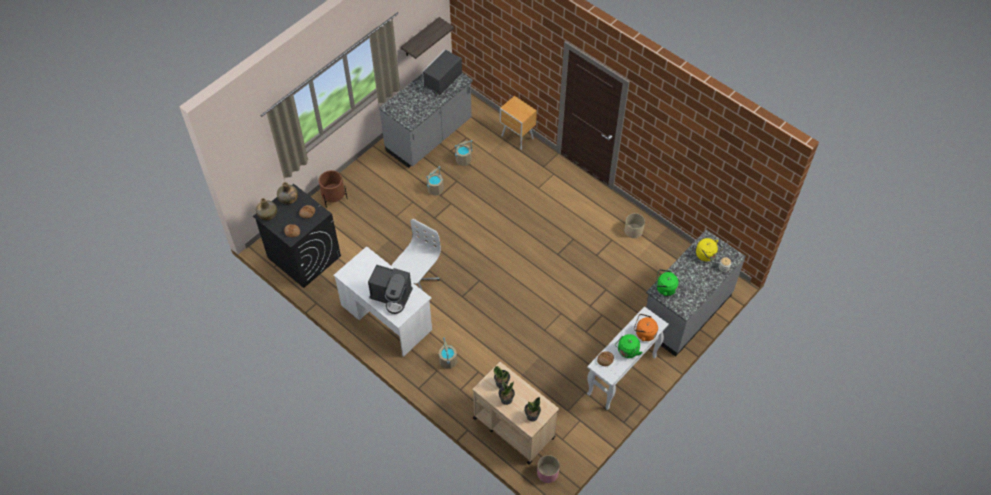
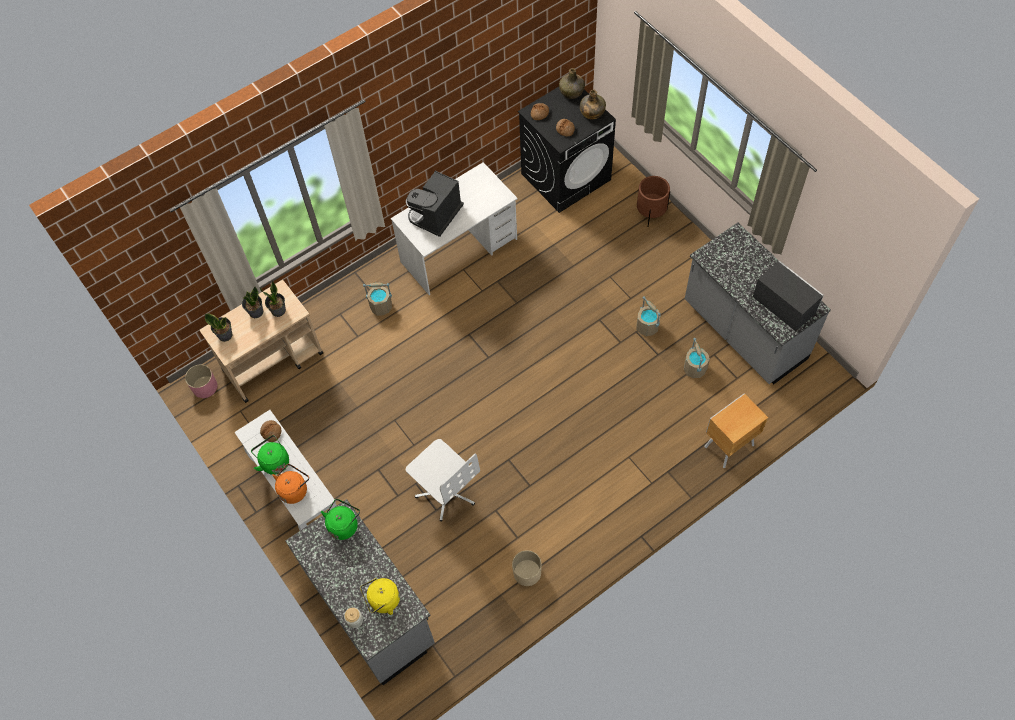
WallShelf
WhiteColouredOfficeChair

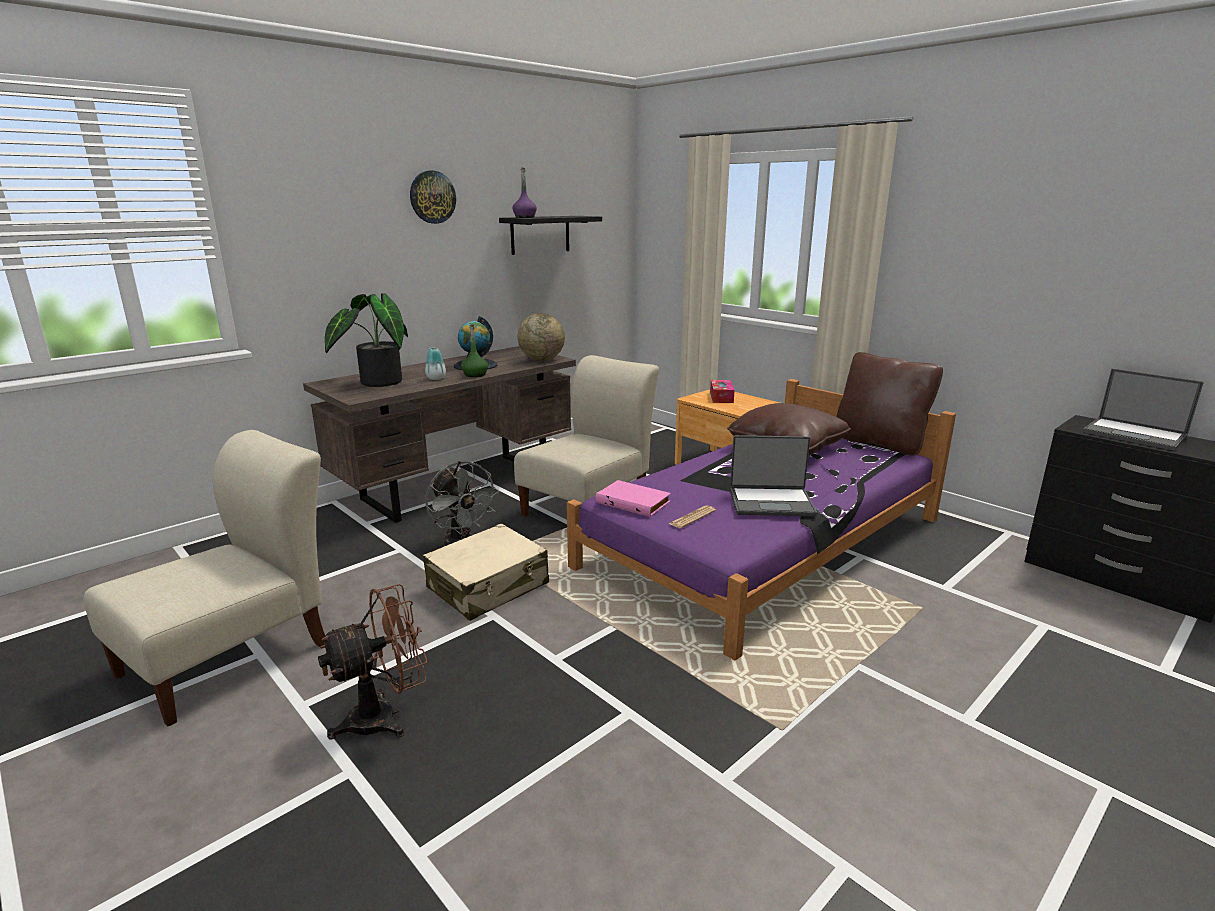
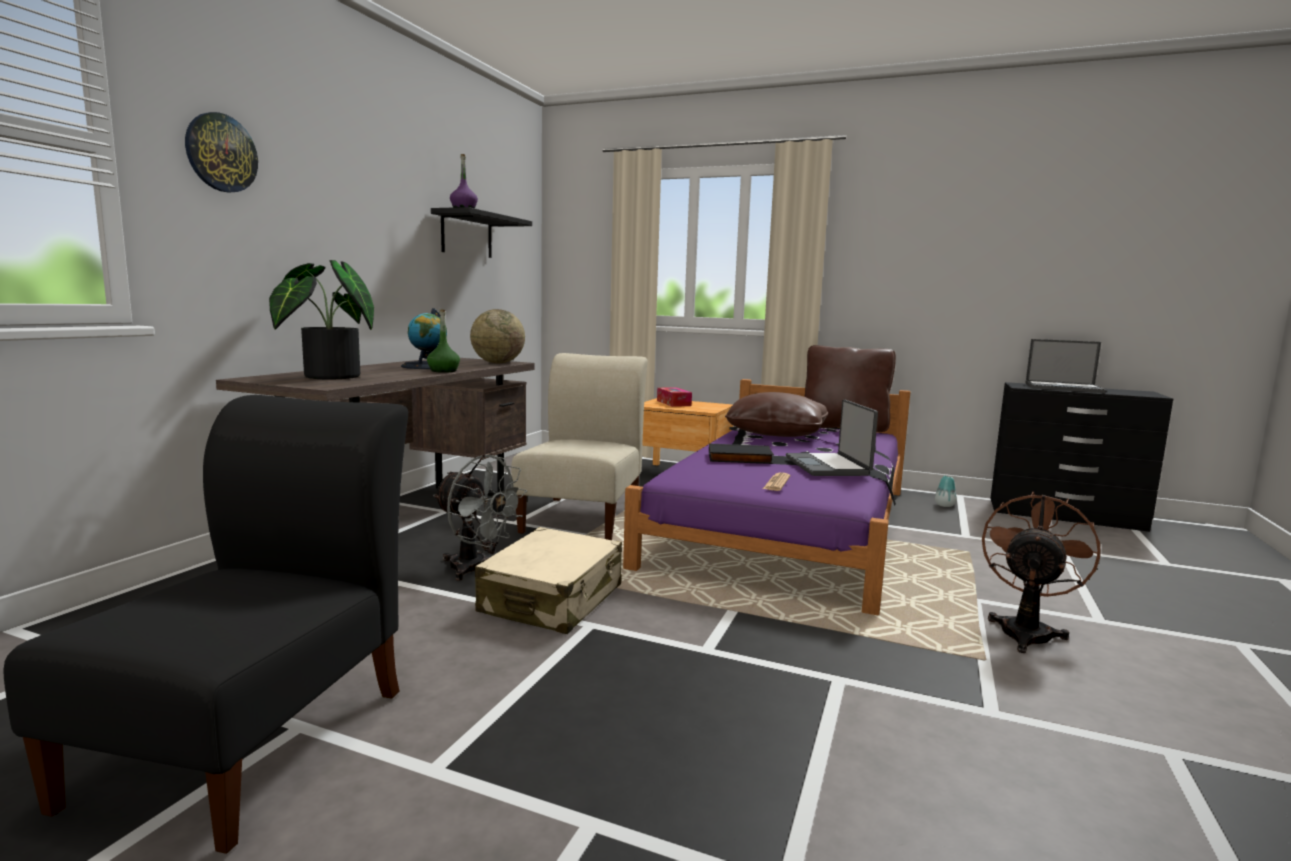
PinkBoundBook
BlackColouredBoundBook
BrownishCoolingFan
HangingClock
FlowerVase
BlackColouredPlainChair
NotebookComputer (no. 1 from left)

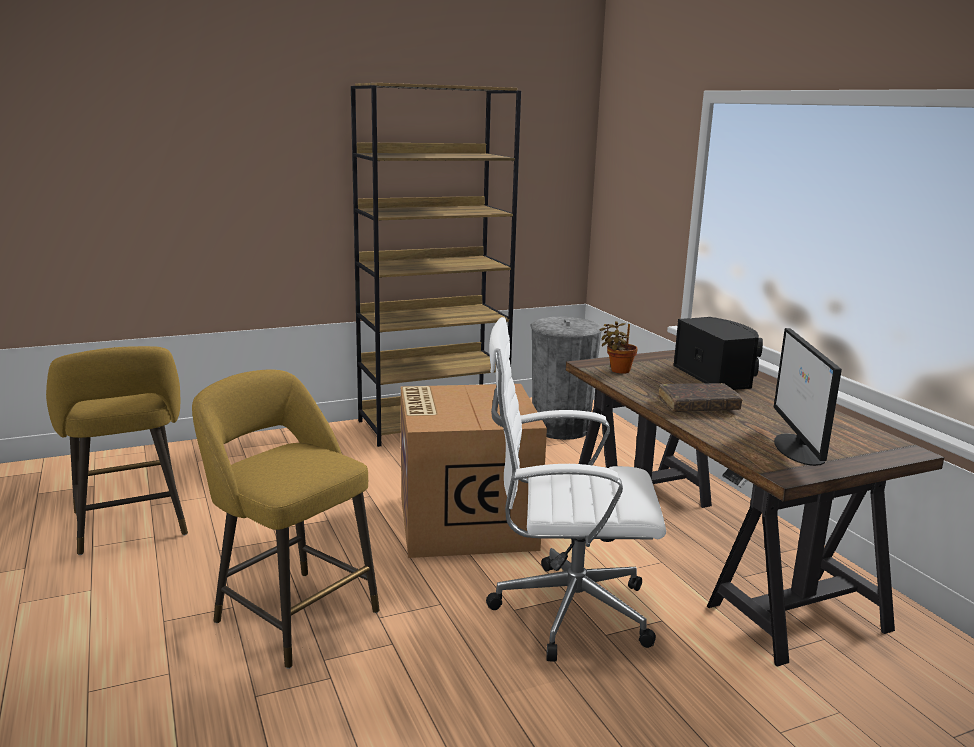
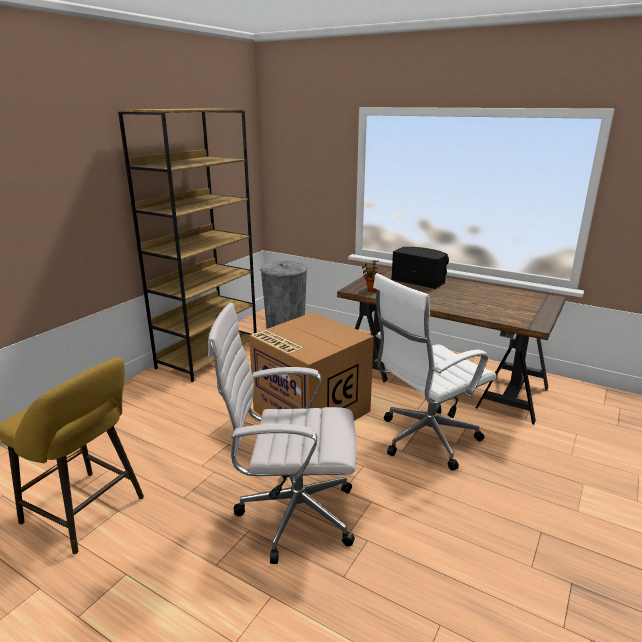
BrownishBoundBook
Monitor
WhiteColouredOfficeChair (no. 1 from left)

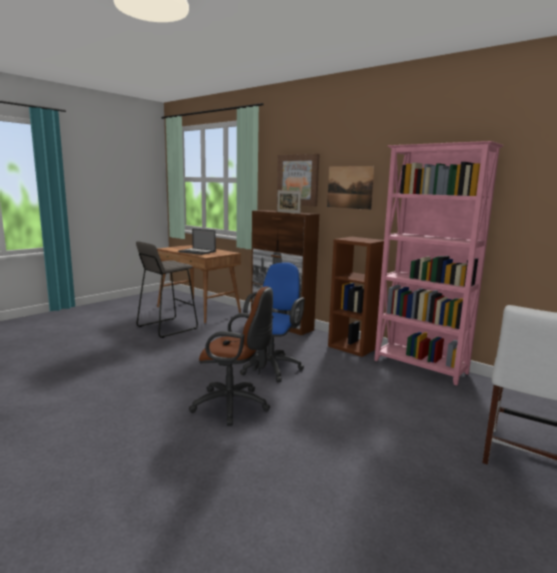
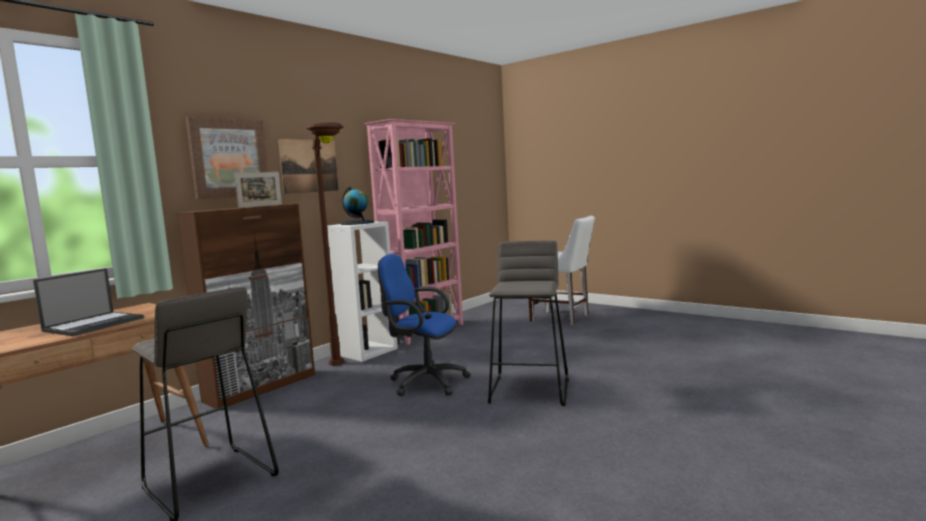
BrownishStandardLamp
WorldGlobe
GrayStool (no. 2 from left)
WhiteColouredBookshelf

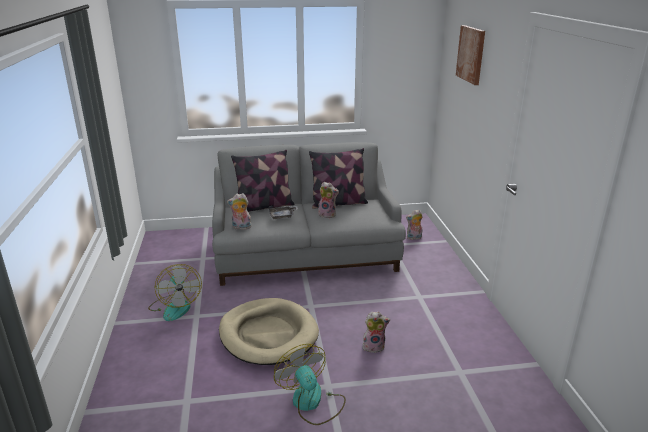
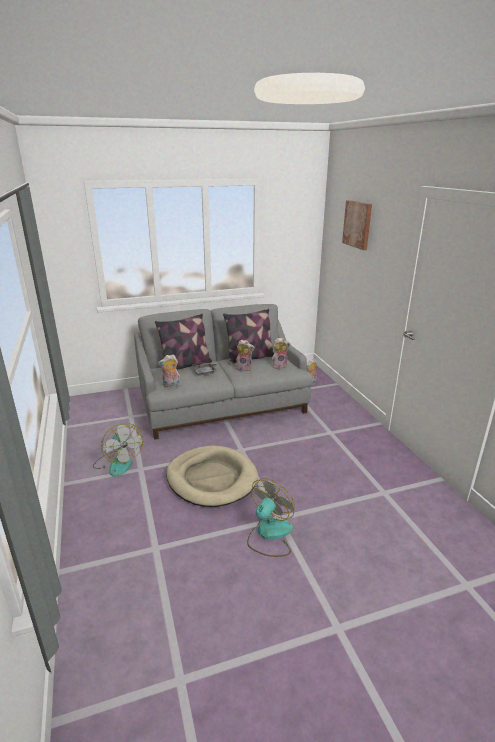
CuddlyToy (no. 3 from left)
CoolingFan (no. 2 from left)

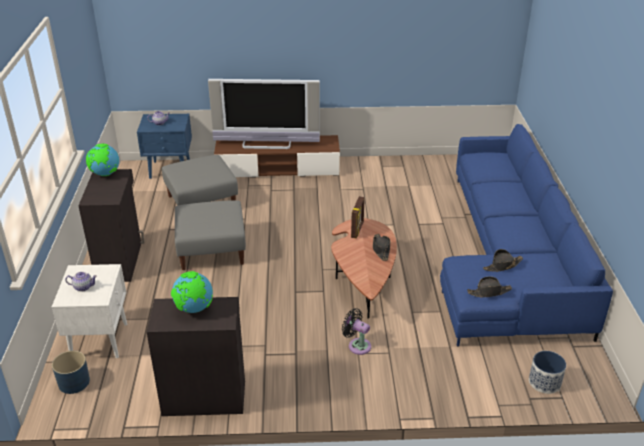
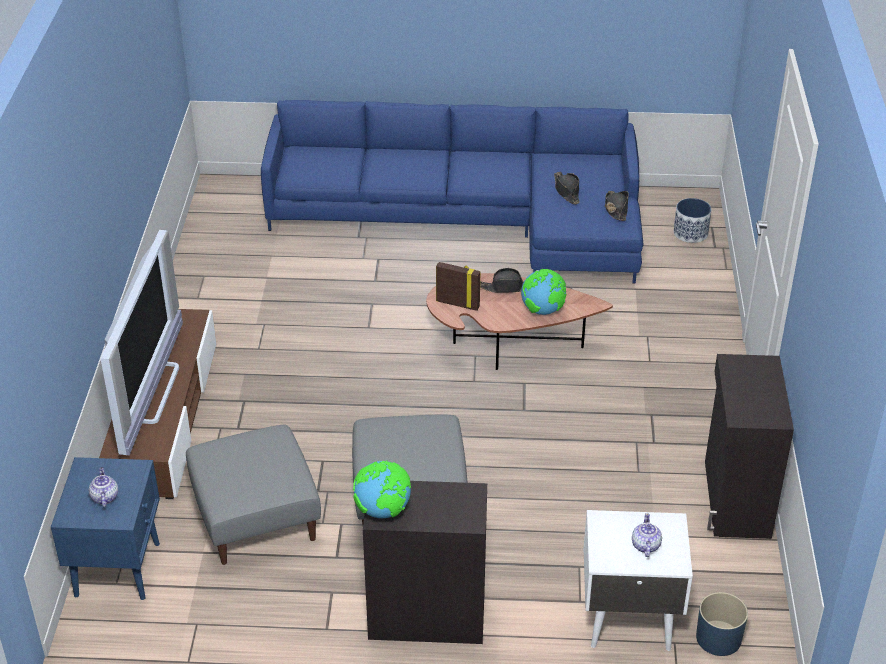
BlackColouredCoolingFan
WorldGlobe (no. 2 from left)

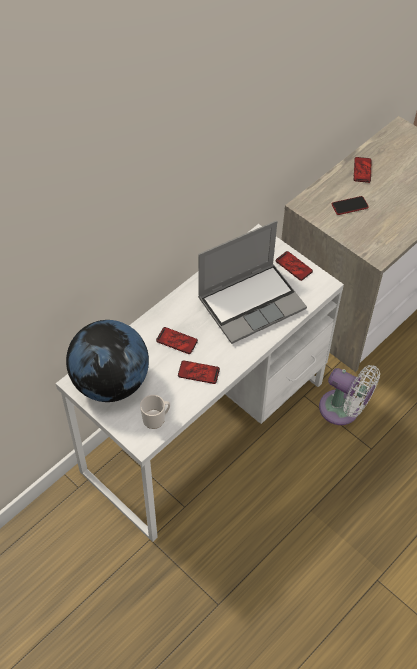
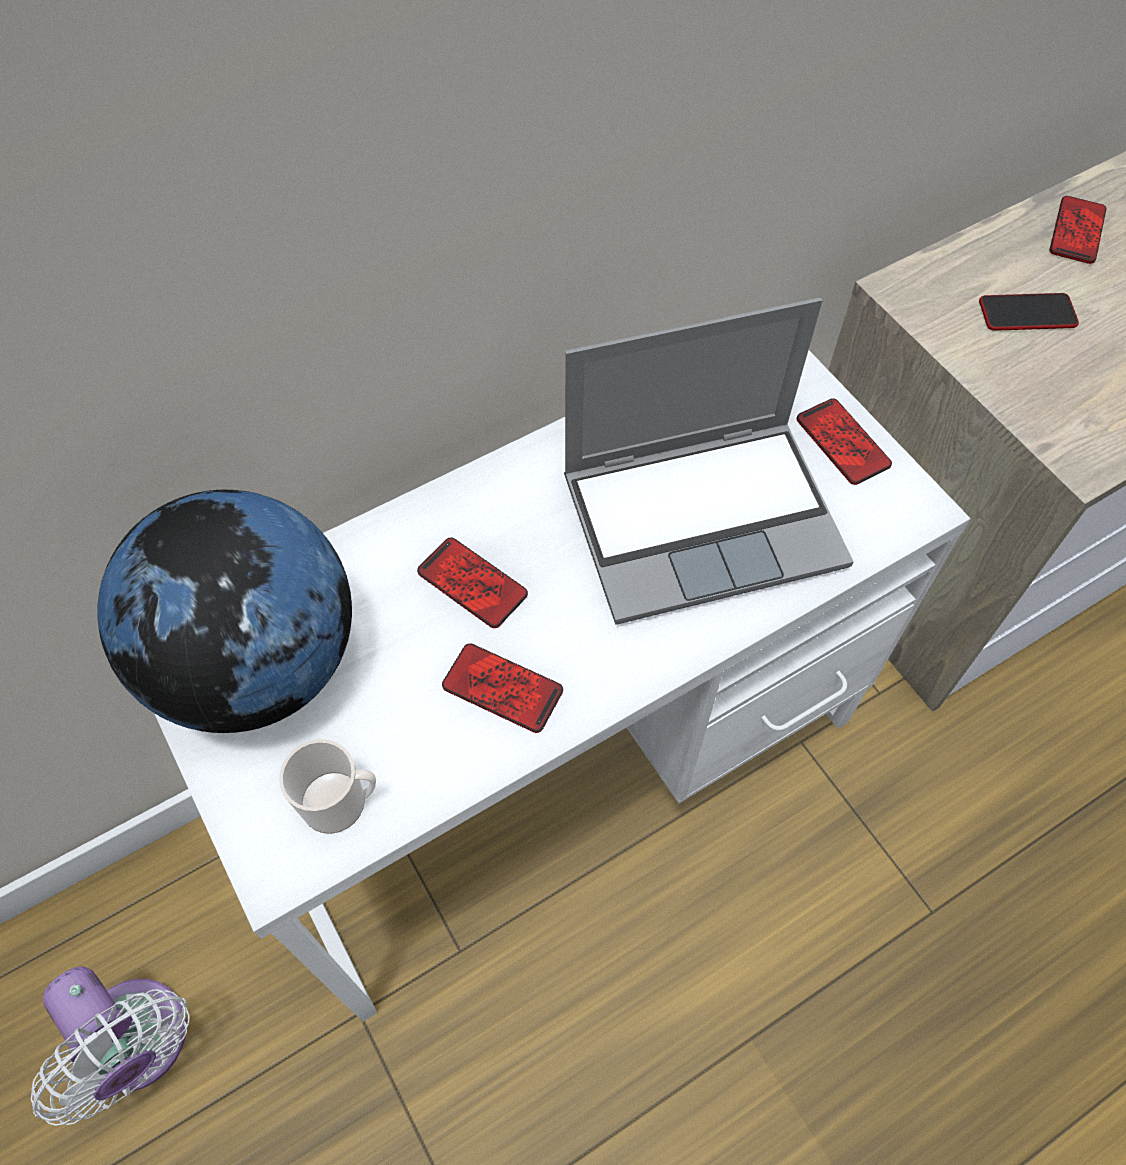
WhiteColouredCoolingFan

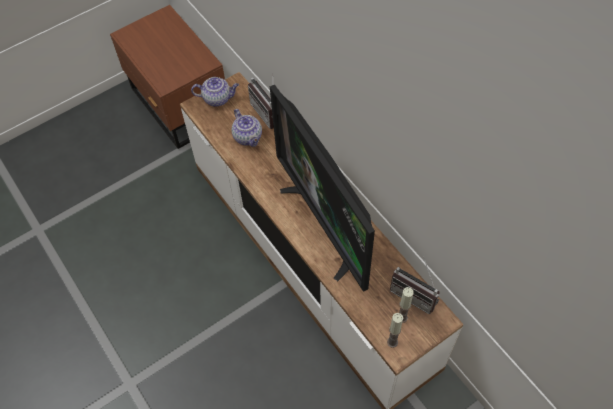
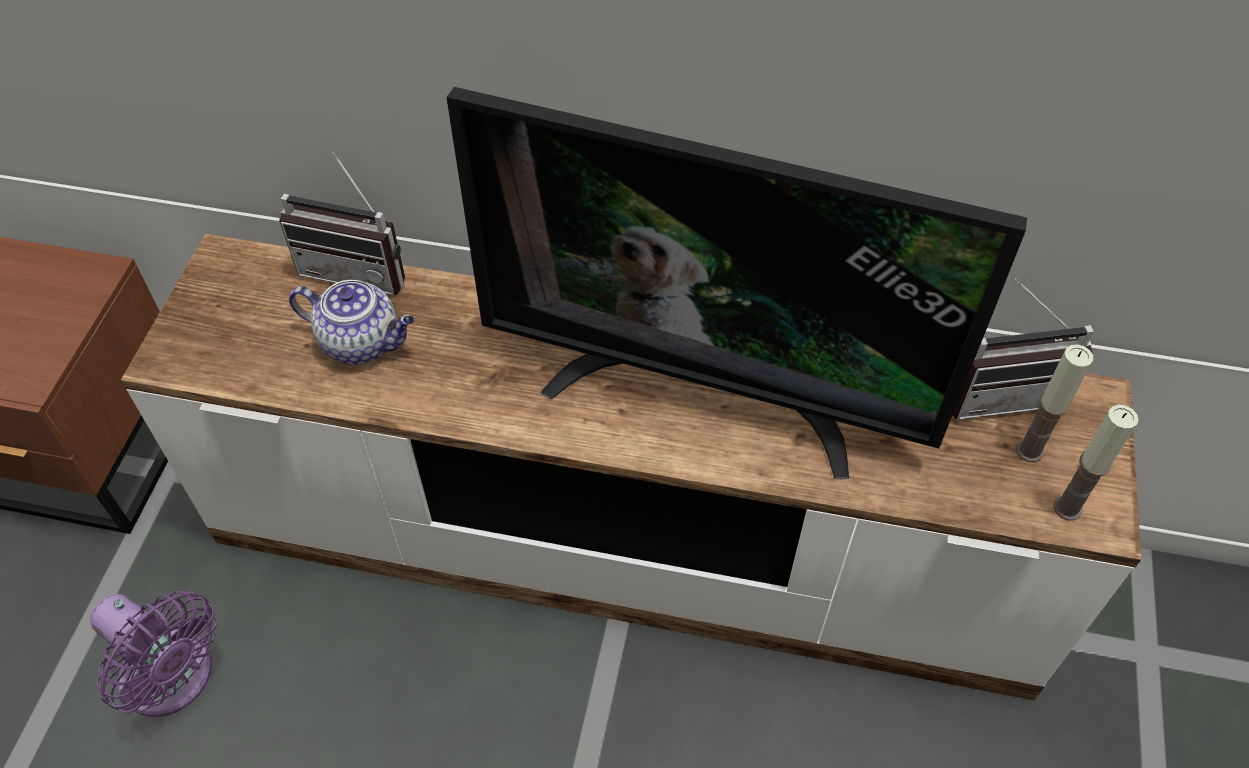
Teapot (no. 1 from left in the first image)
PurpleColouredCoolingFan

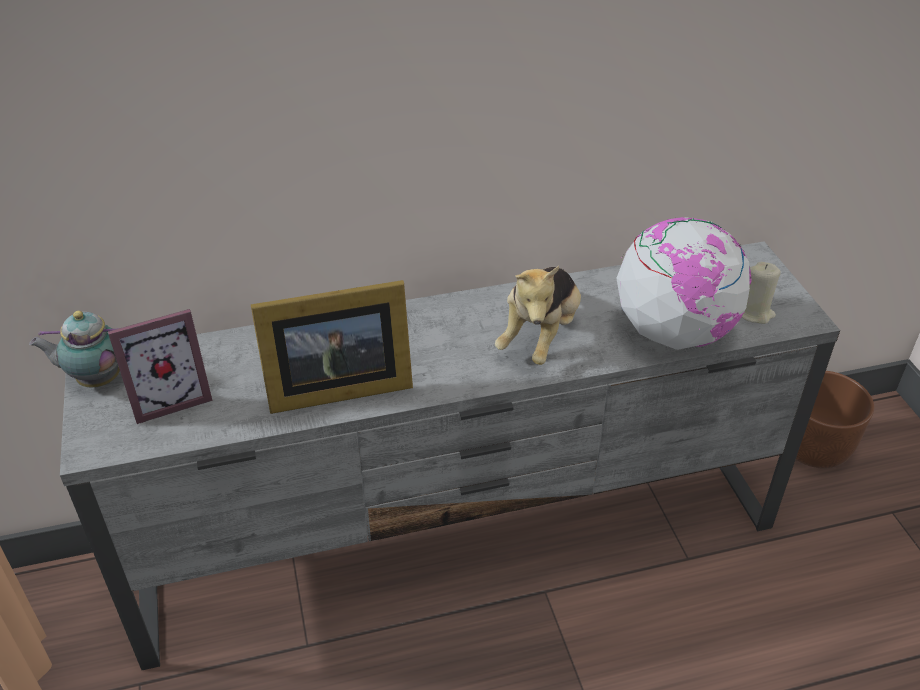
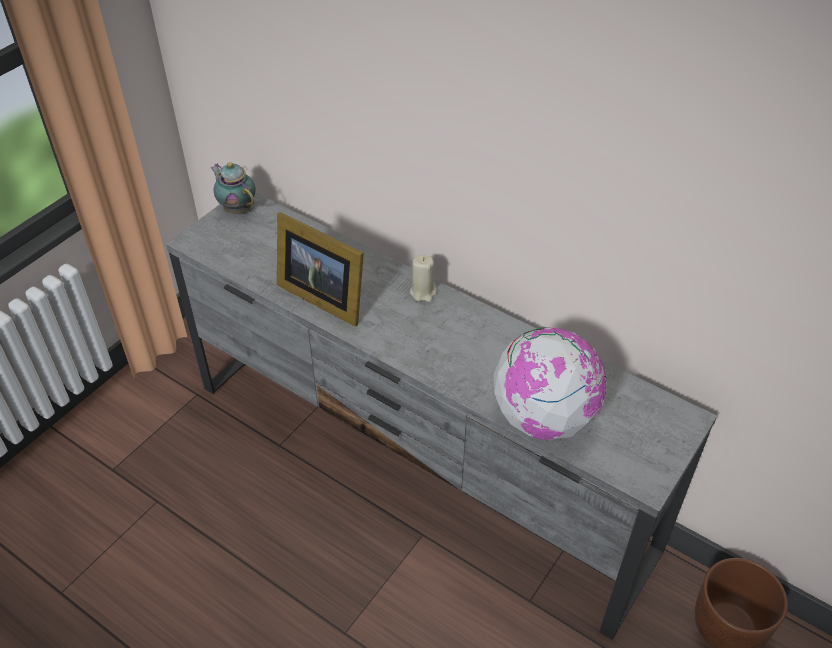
PhotoFrame (no. 1 from left in the first image)
CuddlyToy
BeigeColouredCandle

